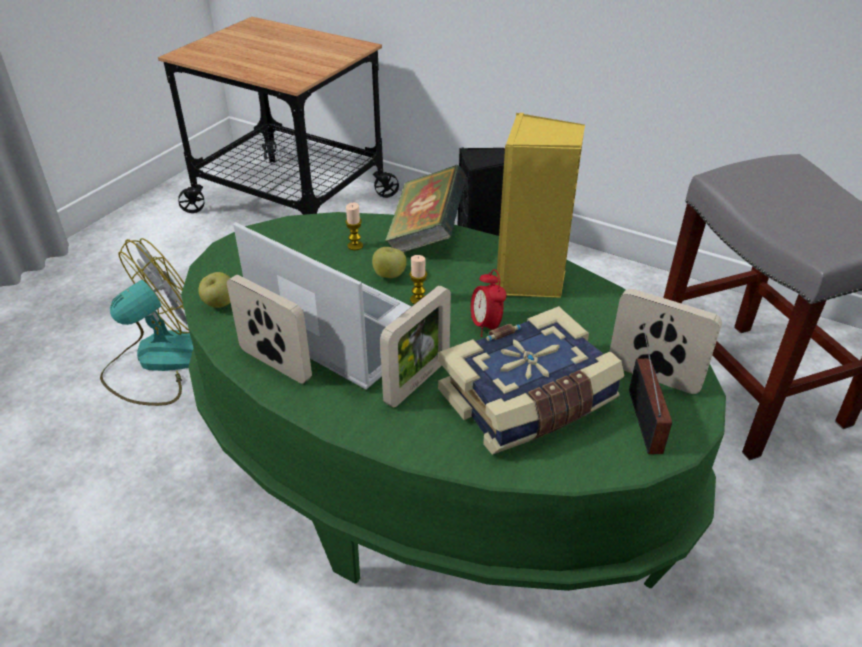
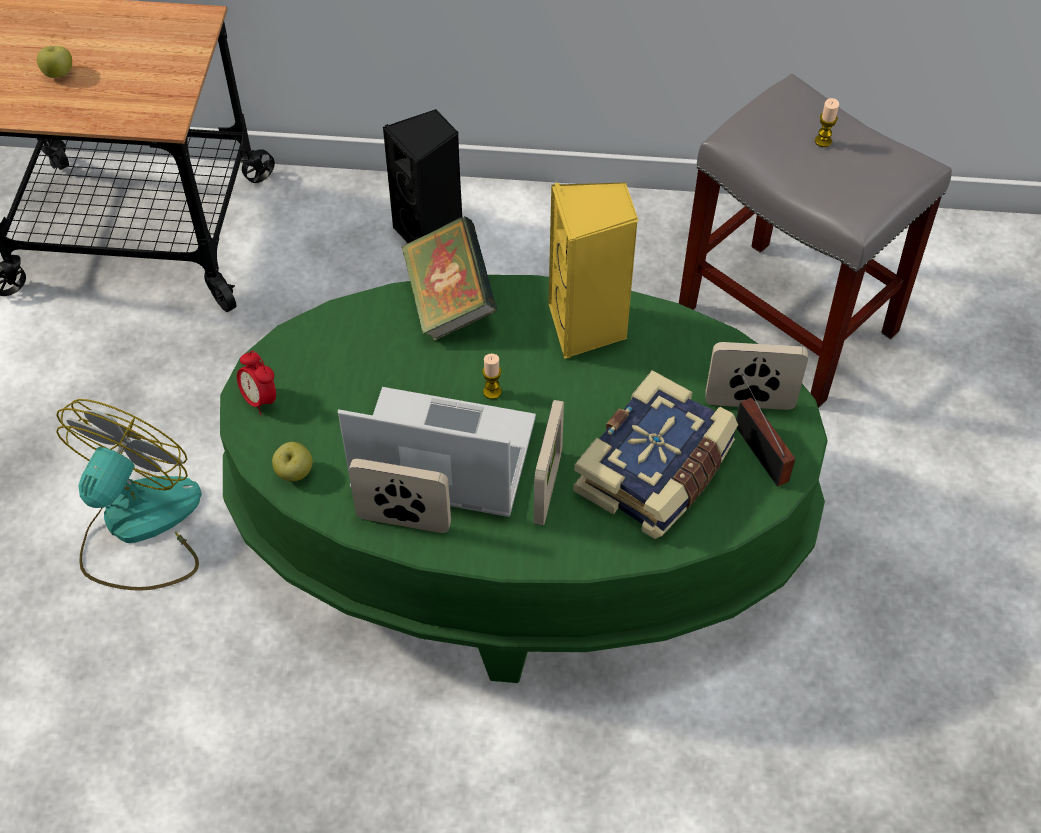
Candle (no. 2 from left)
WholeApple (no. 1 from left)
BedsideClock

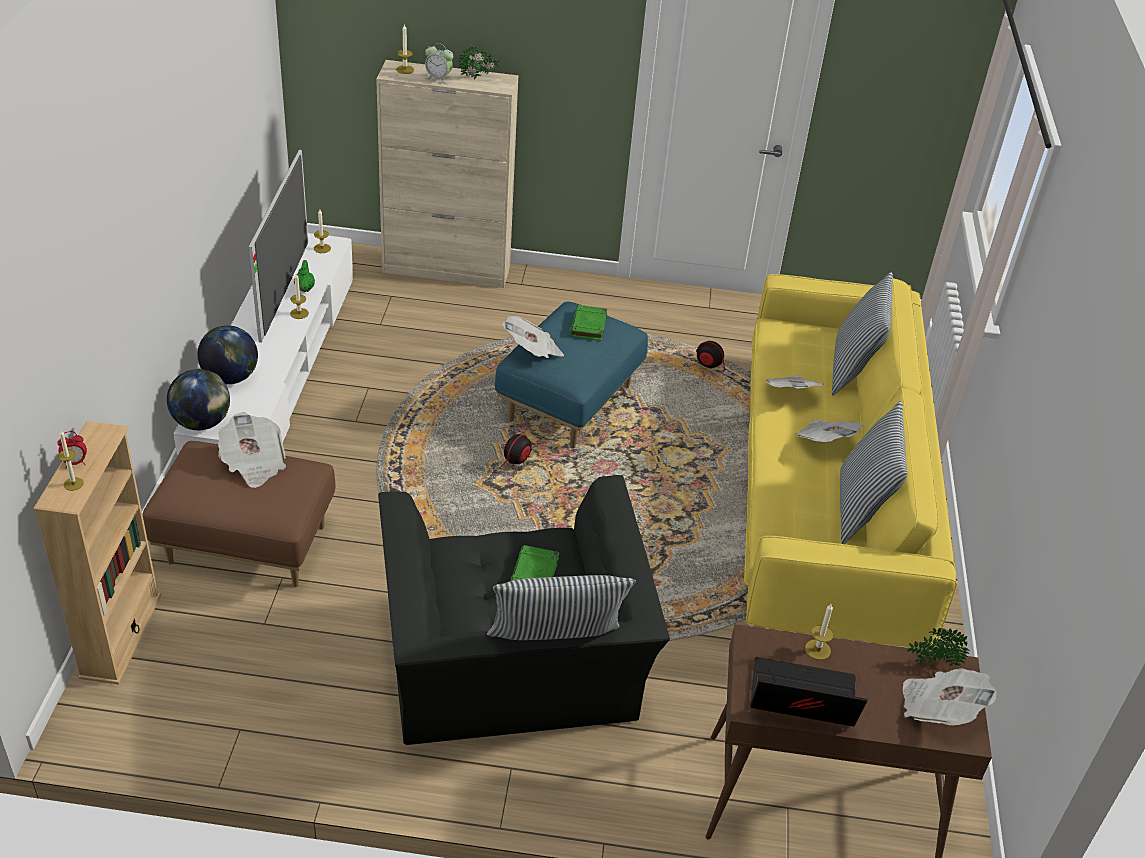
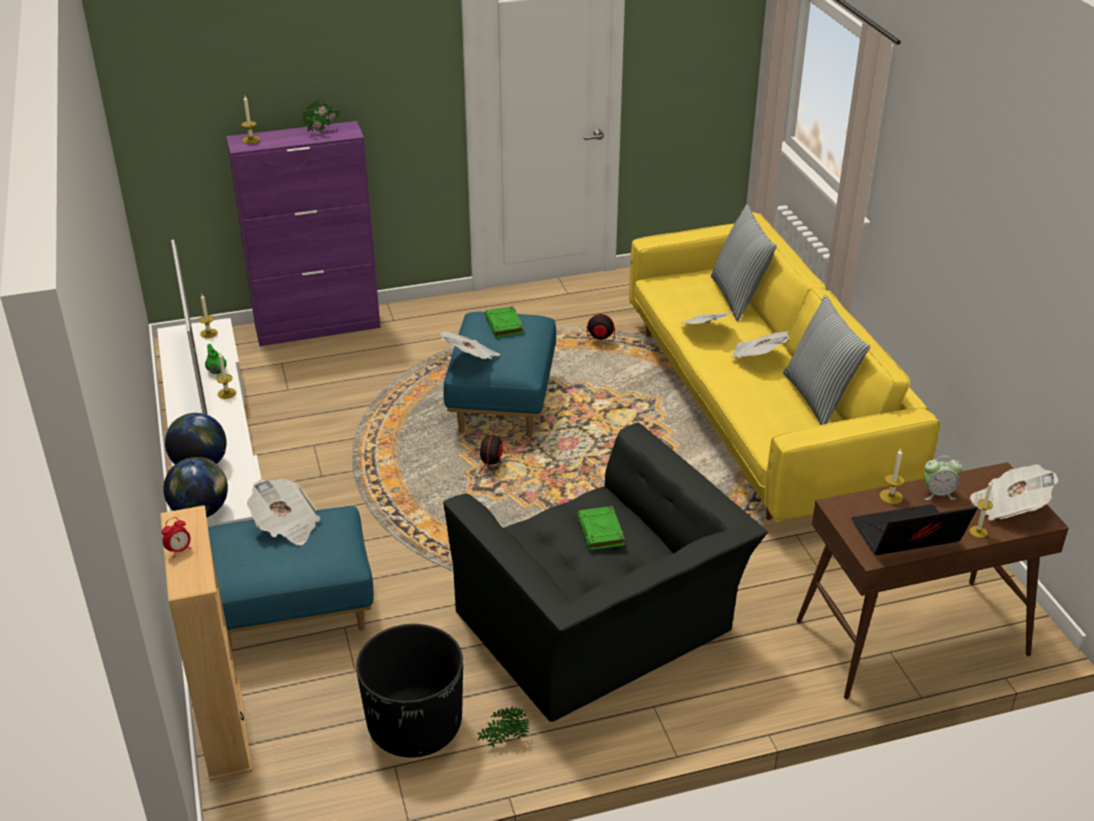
Cushion (no. 1 from left in the first image)
BlackColouredPlantPot
Candle (no. 5 from left)
BedsideClock (no. 2 from left)
PottedPlant (no. 2 from left)
BluishFootrest (no. 1 from left)
PurpleColouredCupboard

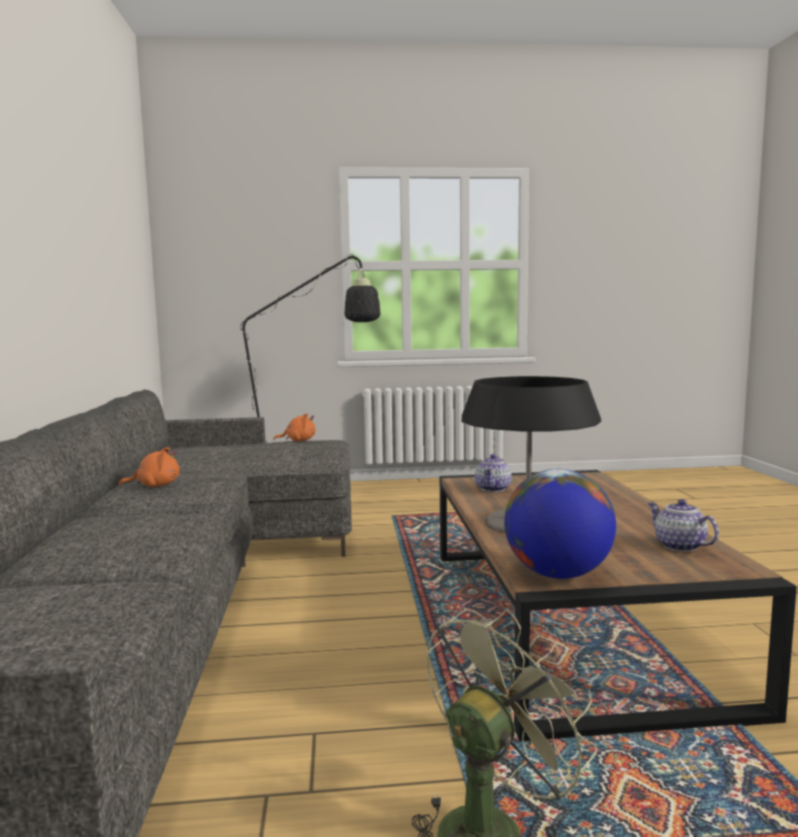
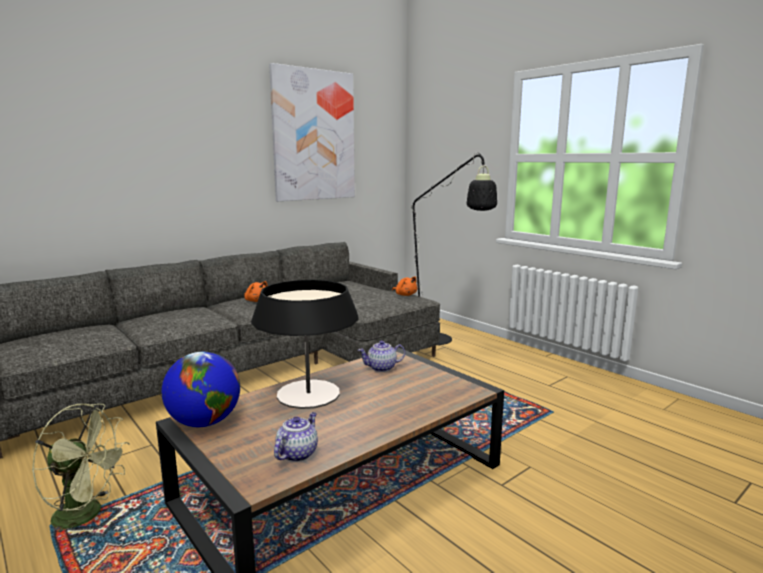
WallPicture

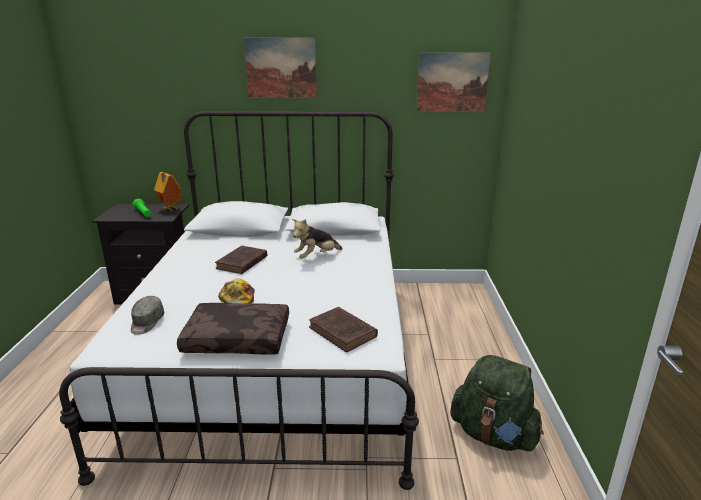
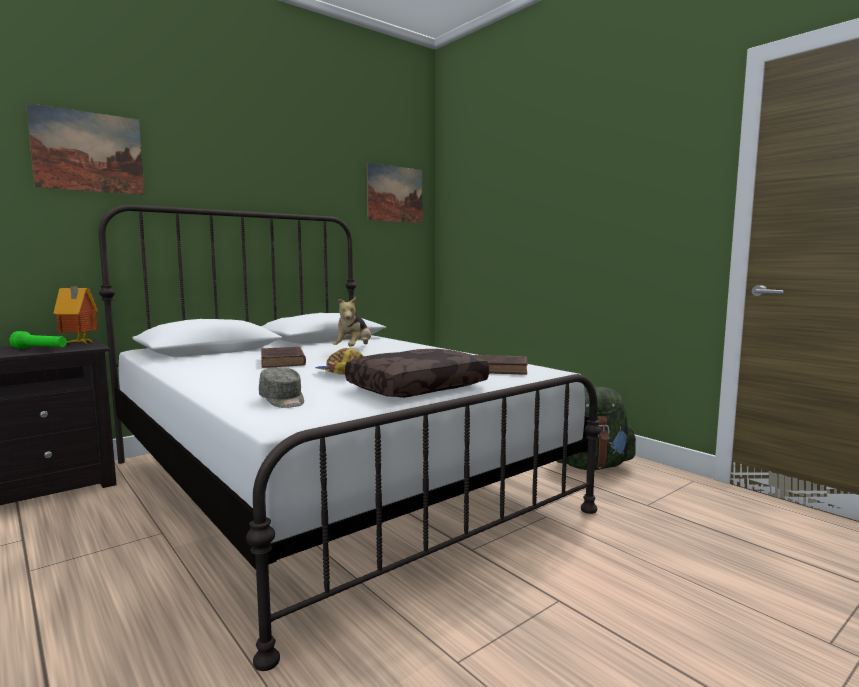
WallPicture (no. 1 from left)

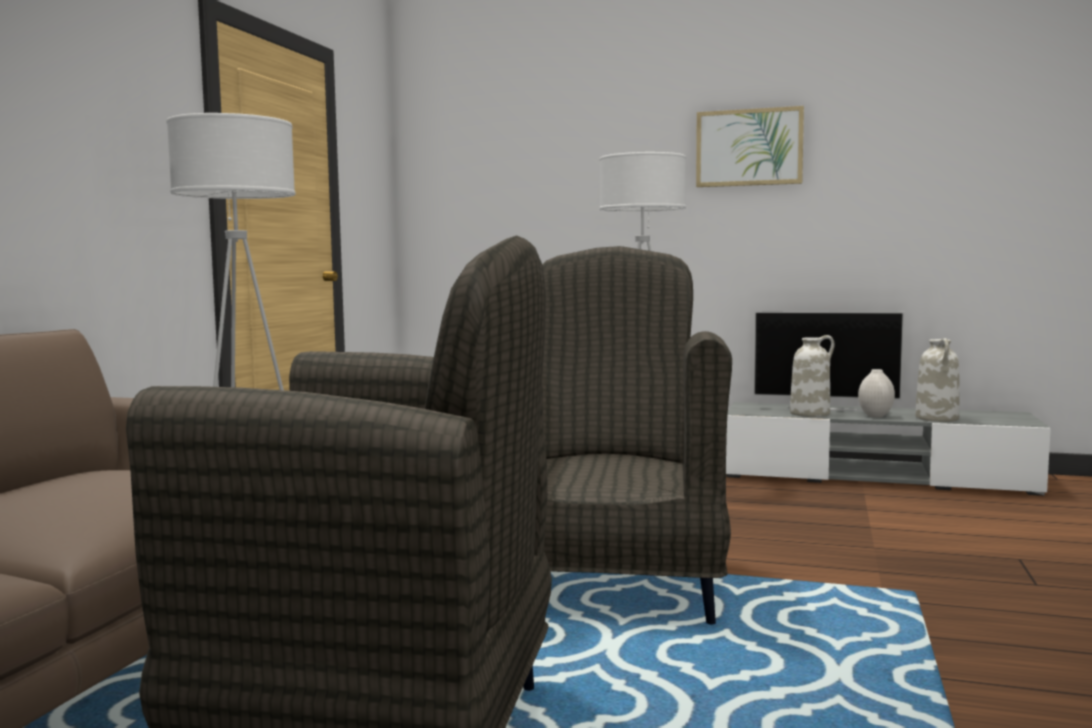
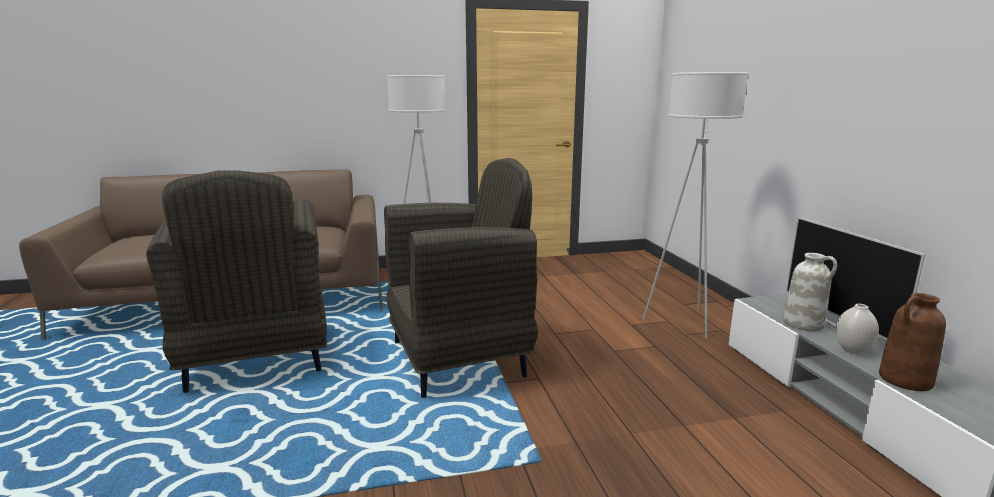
WallPicture
BrownishFlowerVase

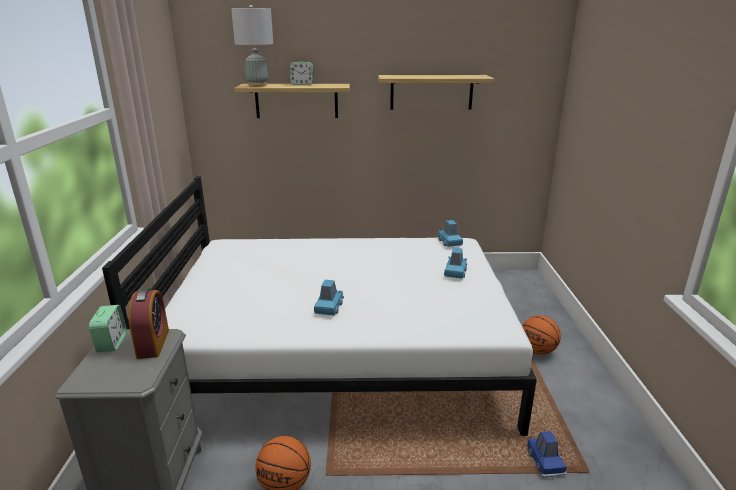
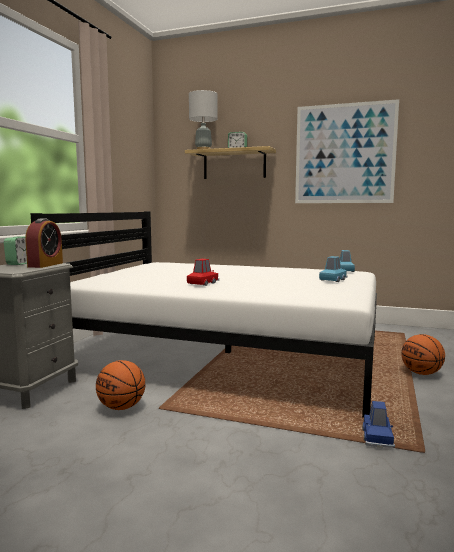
WallPicture
ReddishToyCar

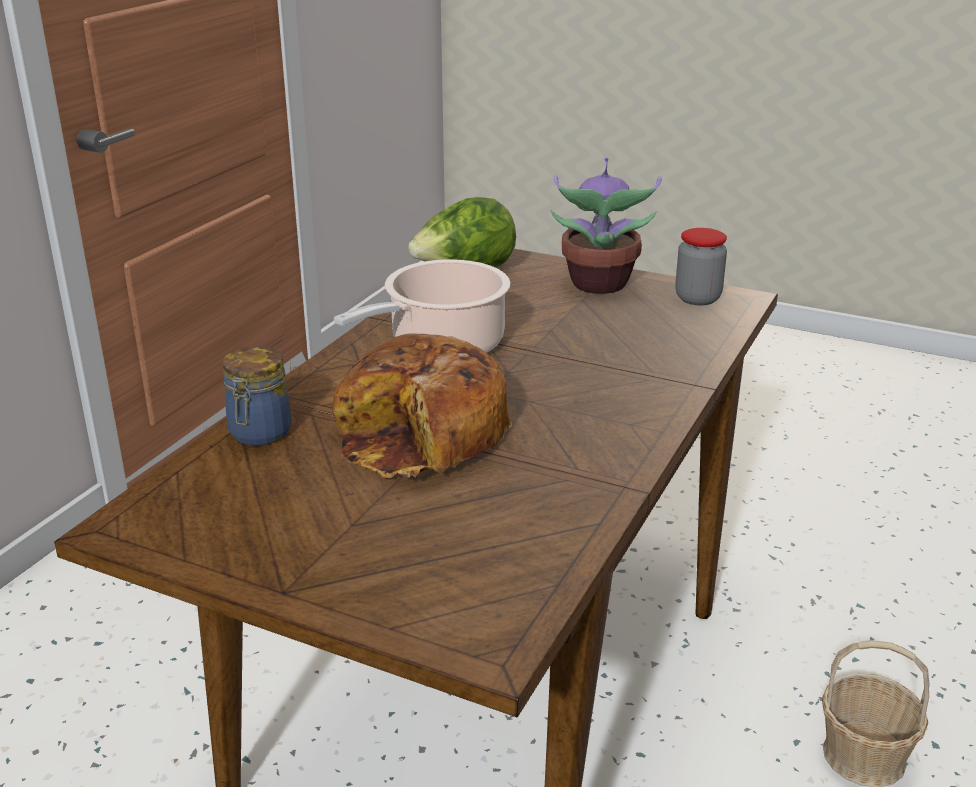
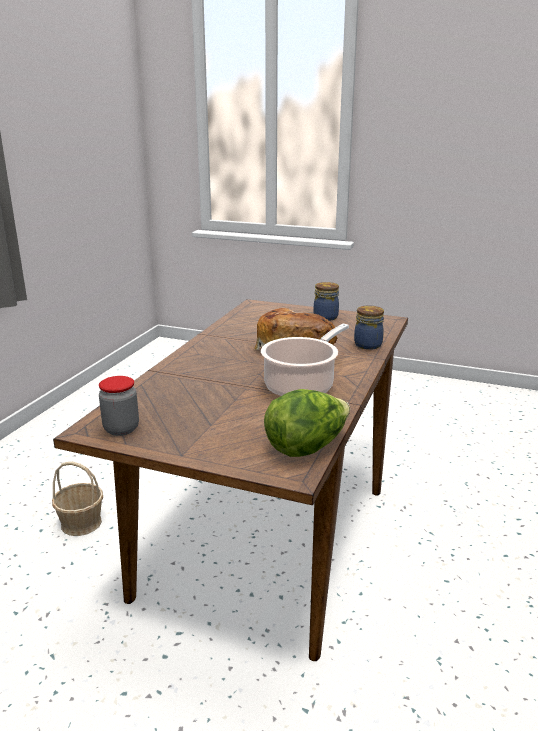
PottedPlant
PreserveJar (no. 2 from left)

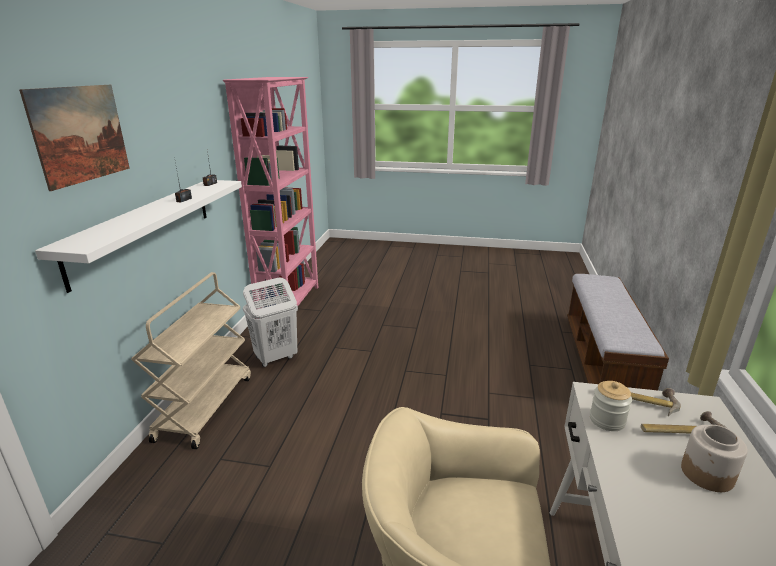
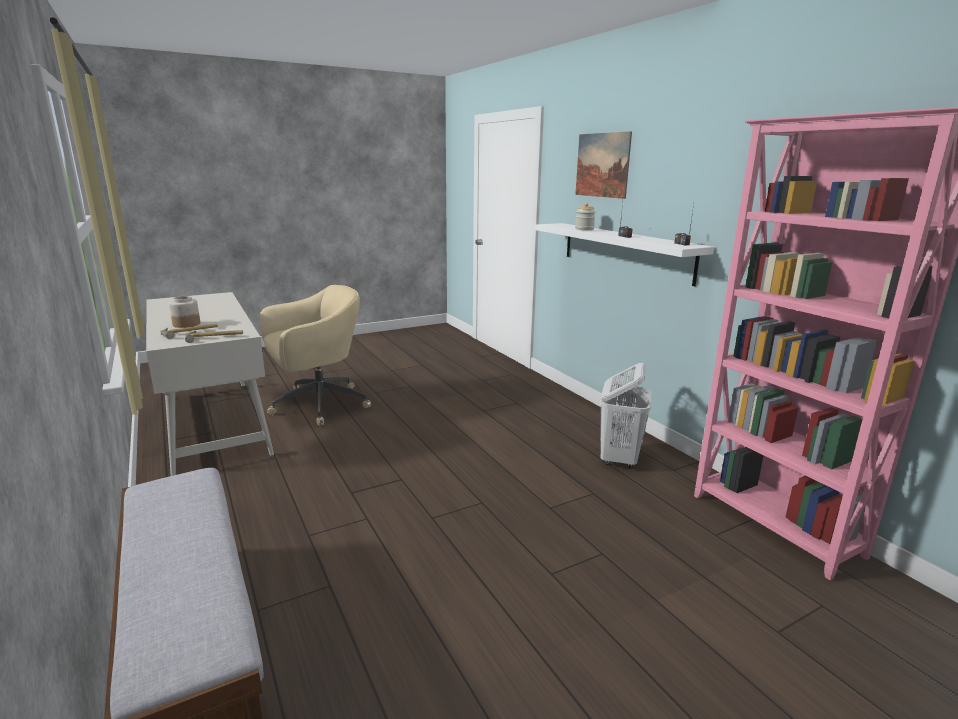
BeigeColouredWheeledCart
PreserveJar (no. 2 from left)

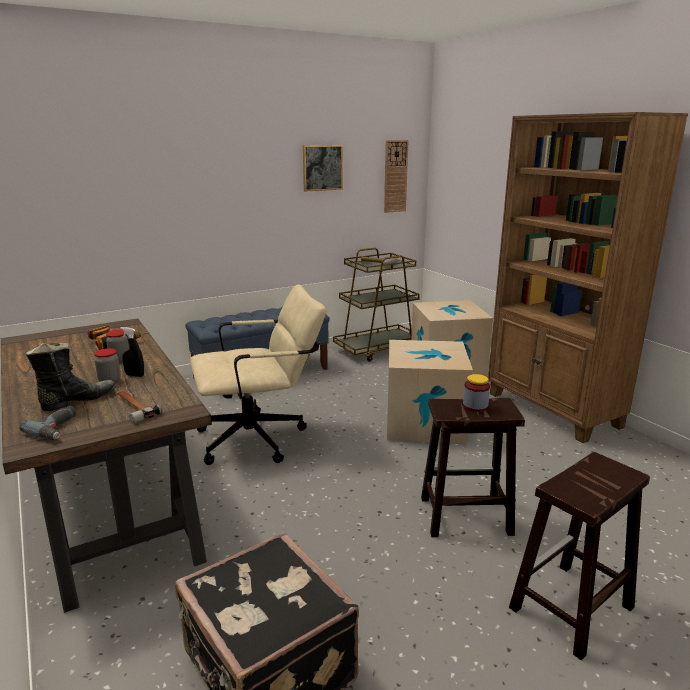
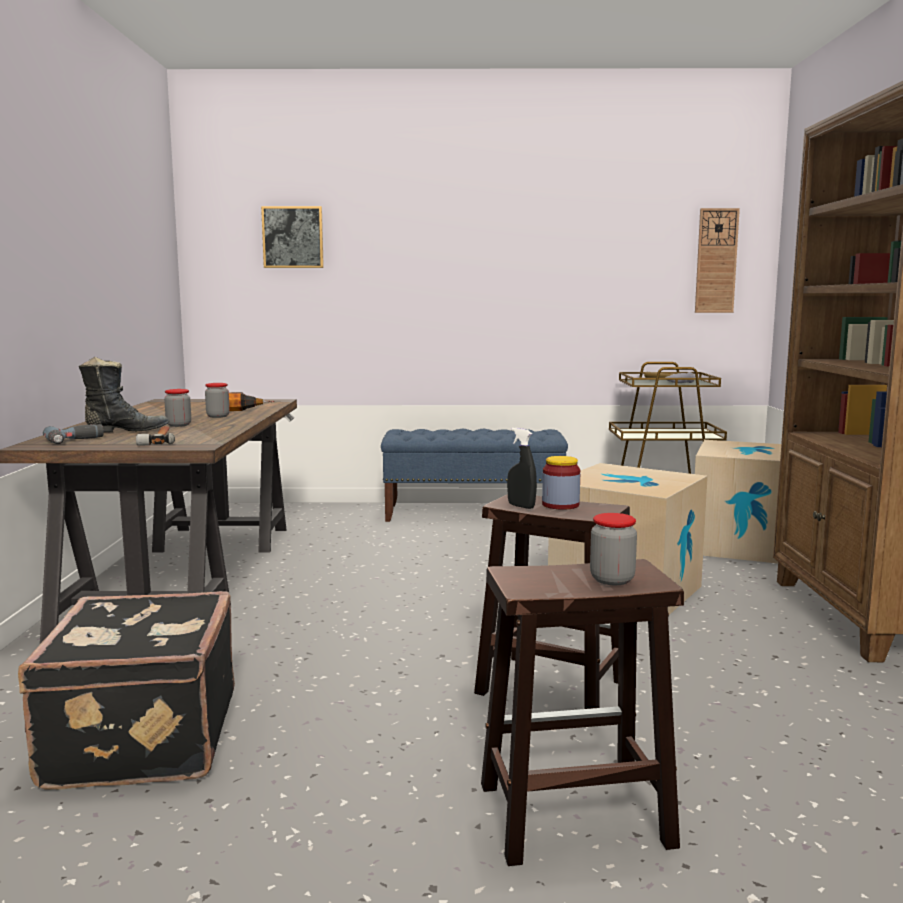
BeigeColouredOfficeChair
PreserveJar (no. 4 from left)
BlackColouredHandSprayer
WallPicture

